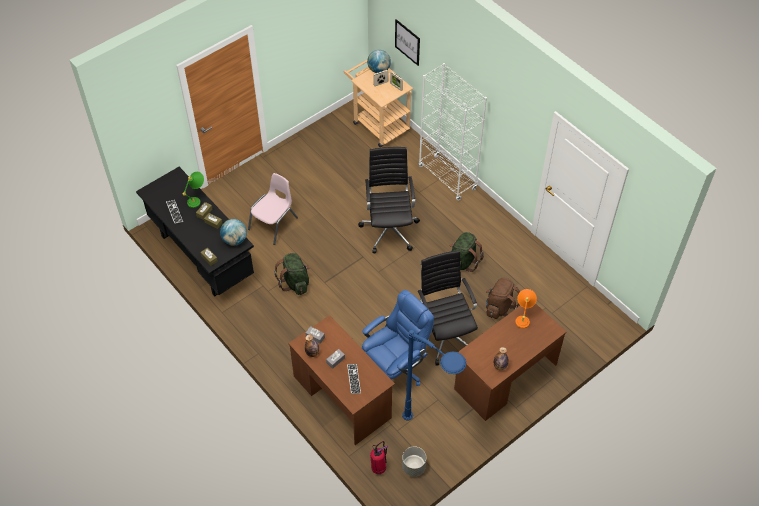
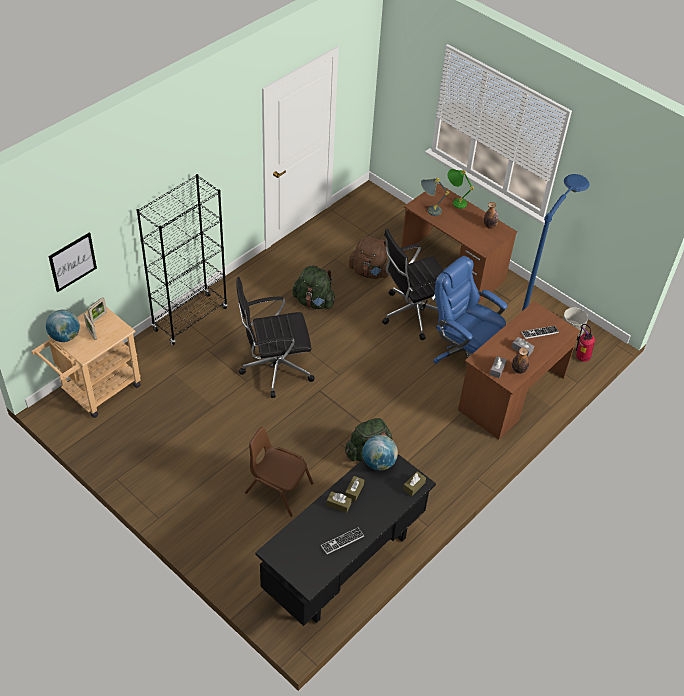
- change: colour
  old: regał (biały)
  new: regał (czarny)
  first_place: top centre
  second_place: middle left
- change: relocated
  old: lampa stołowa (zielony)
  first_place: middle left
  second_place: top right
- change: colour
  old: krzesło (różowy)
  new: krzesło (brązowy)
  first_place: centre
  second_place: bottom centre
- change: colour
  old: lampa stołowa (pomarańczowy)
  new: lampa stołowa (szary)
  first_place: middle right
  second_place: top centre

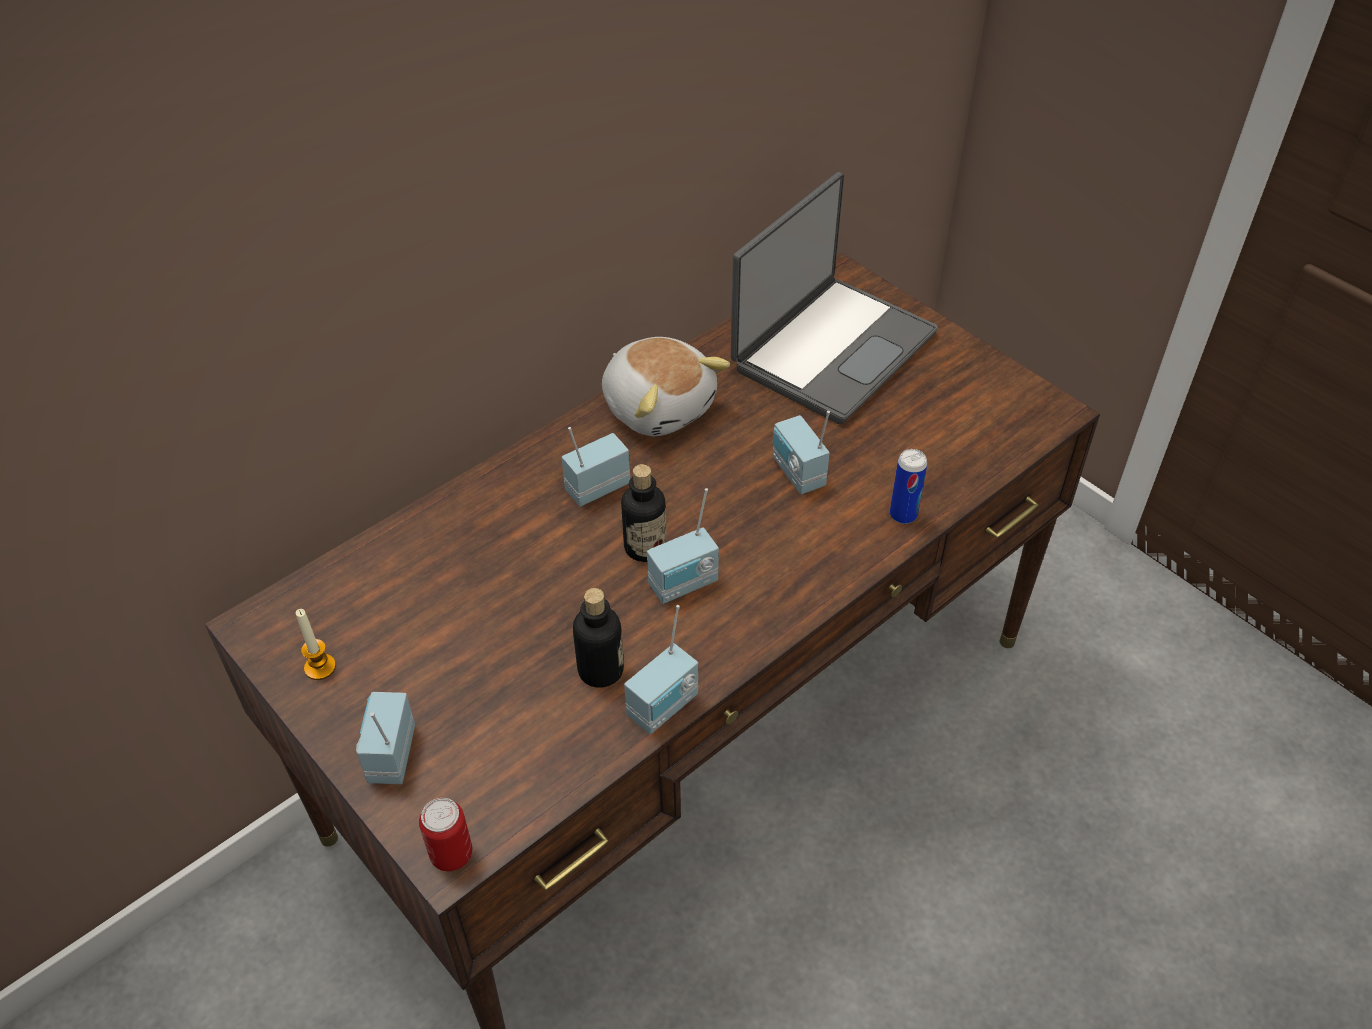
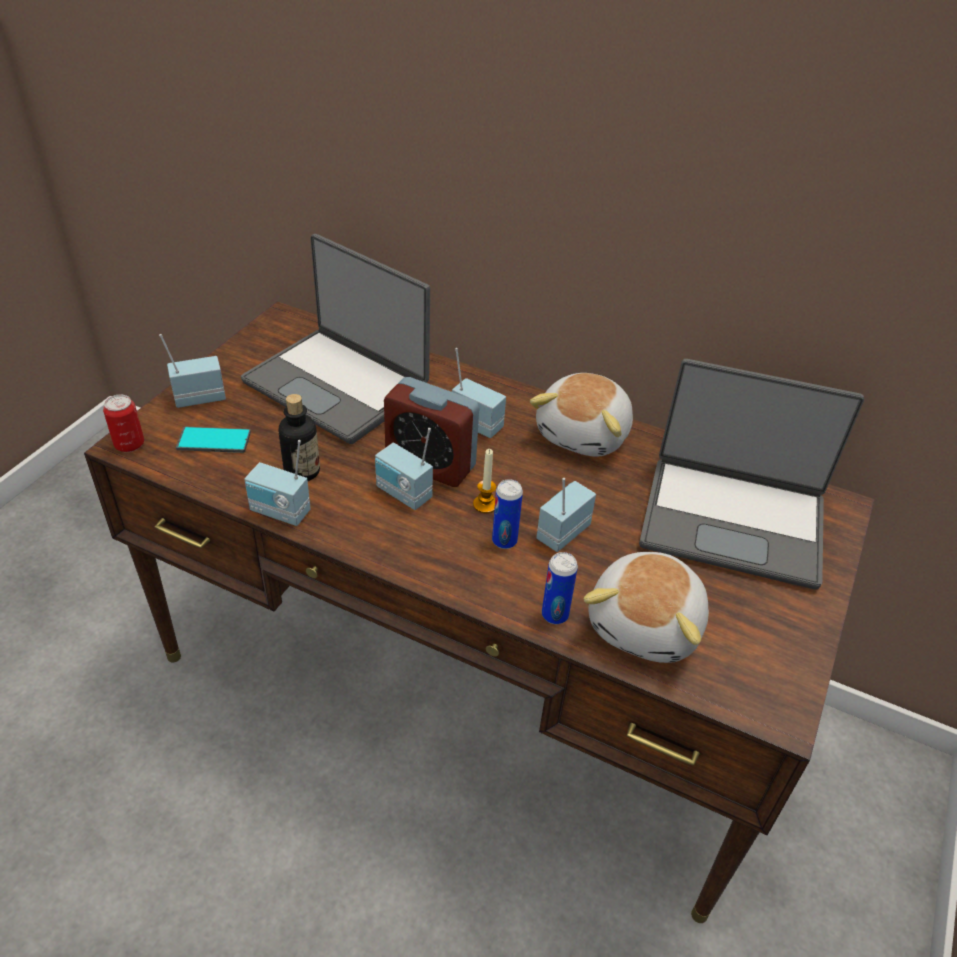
- change: exchanged
  old: butelka (no. 2 from left)
  new: budzik
  first_place: centre
  second_place: centre
- change: relocated
  old: świeca
  first_place: middle left
  second_place: centre
- change: appeared
  new: laptop (no. 1 from left)
  second_place: centre
- change: appeared
  new: telefon
  second_place: middle left
- change: appeared
  new: puszka (no. 2 from left)
  second_place: centre
- change: appeared
  new: pluszak (no. 2 from left)
  second_place: middle right

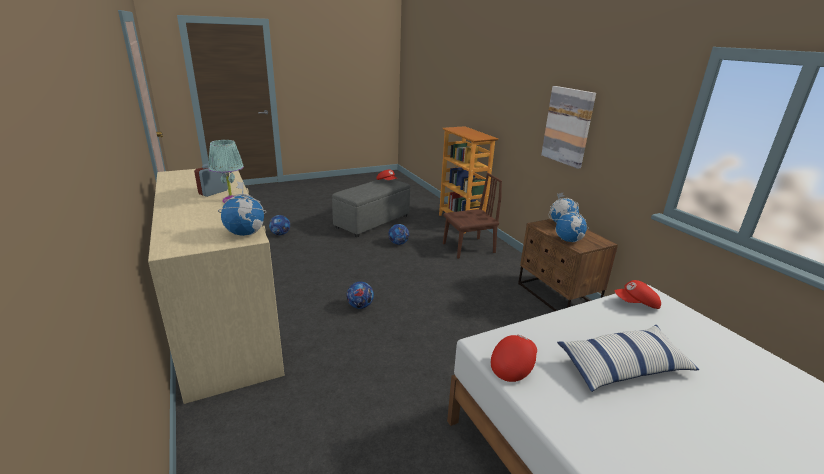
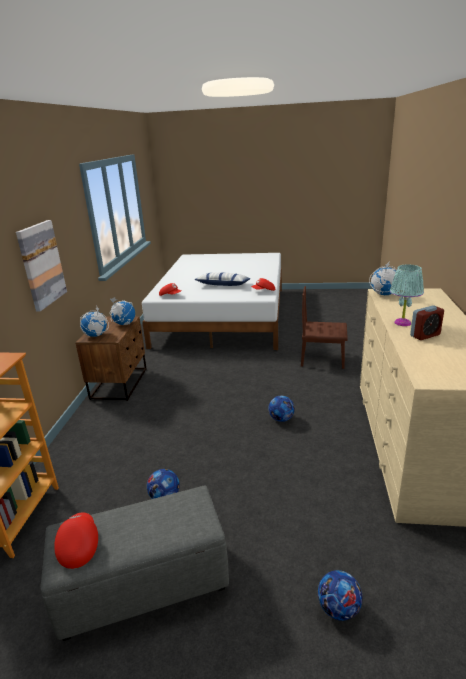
- change: relocated
  old: krzesło (brązowy)
  first_place: centre
  second_place: middle right

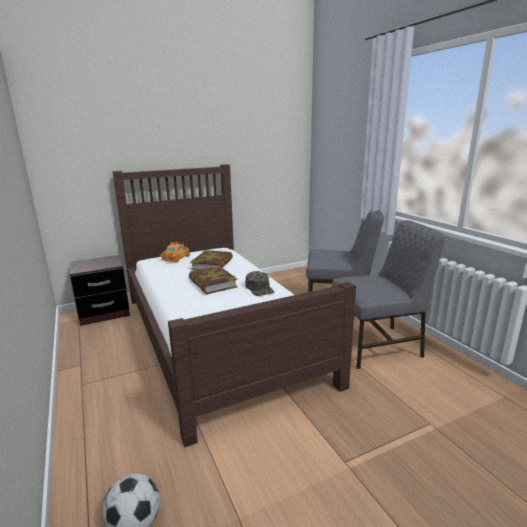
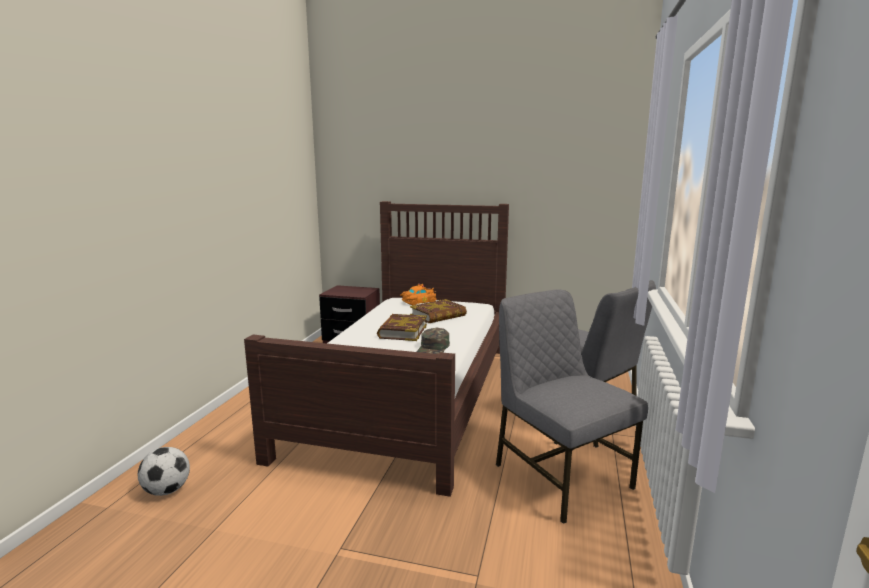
- change: spun
  old: krzesło (szary) (no. 2 from left in the first image)
  first_place: middle right
  second_place: bottom centre
  degrees: -150

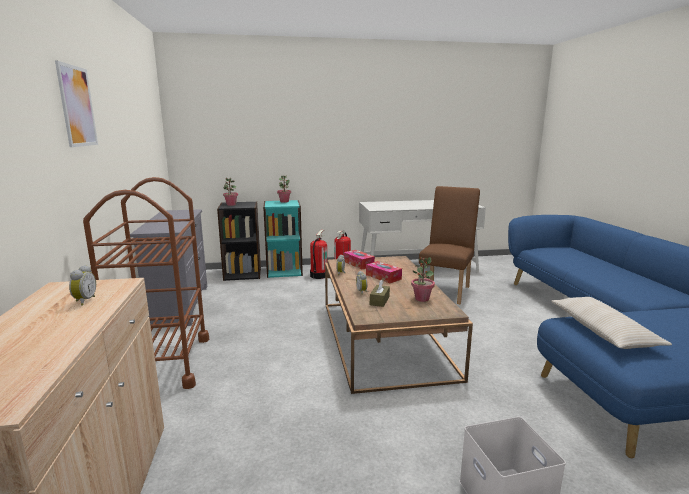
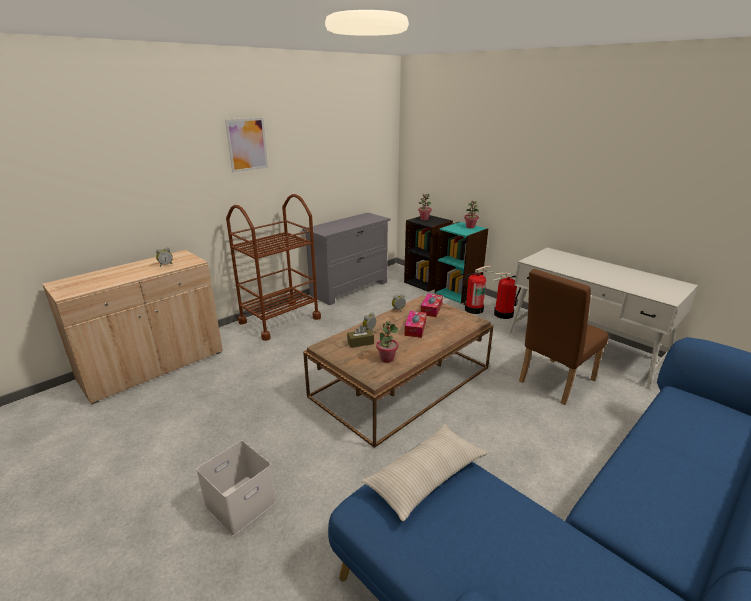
- change: spun
  old: krzesło (brązowy)
  first_place: centre
  second_place: middle right
  degrees: 150

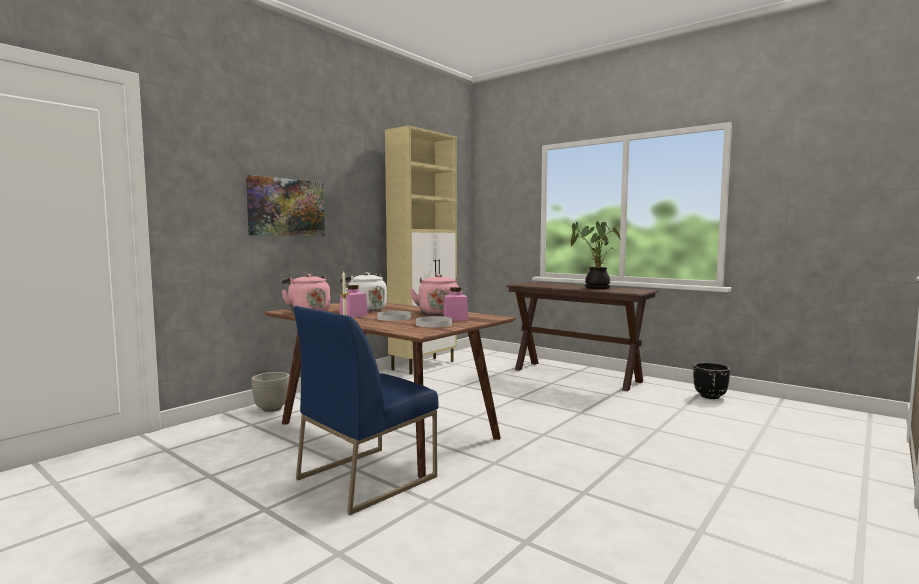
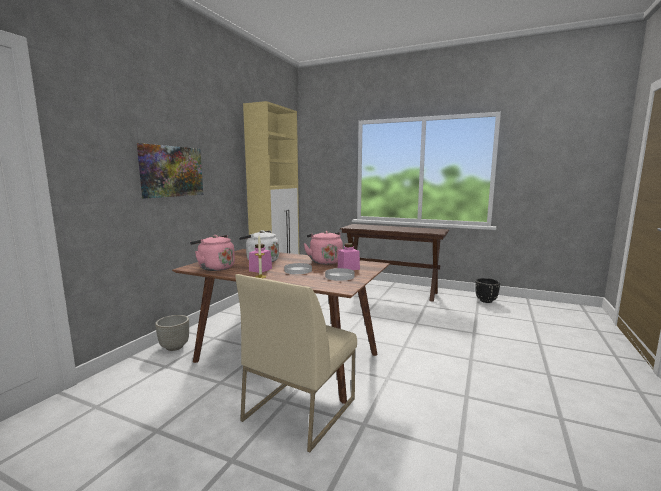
- change: missing
  old: roślina doniczkowa
  first_place: centre
- change: colour
  old: krzesło (niebieski)
  new: krzesło (beżowy)
  first_place: bottom centre
  second_place: bottom centre

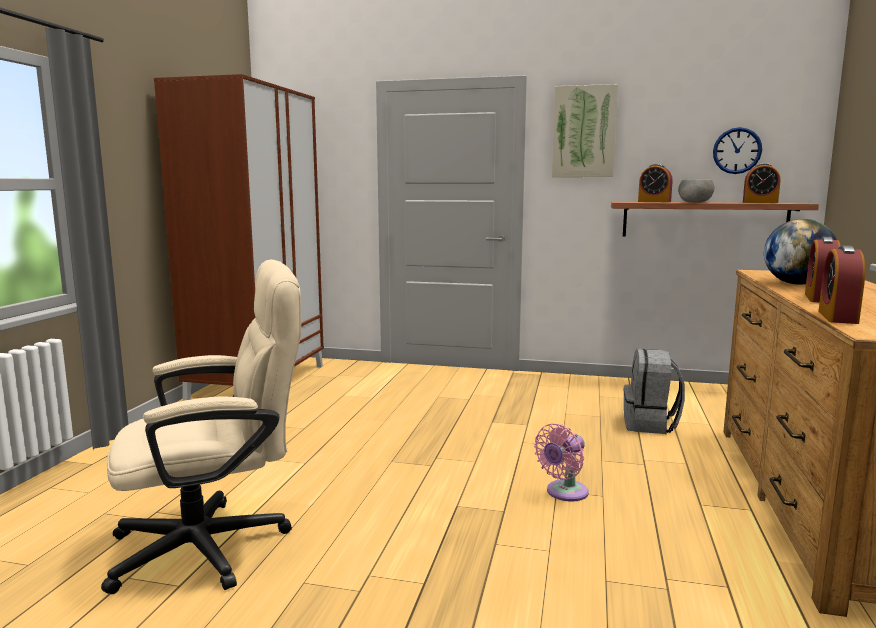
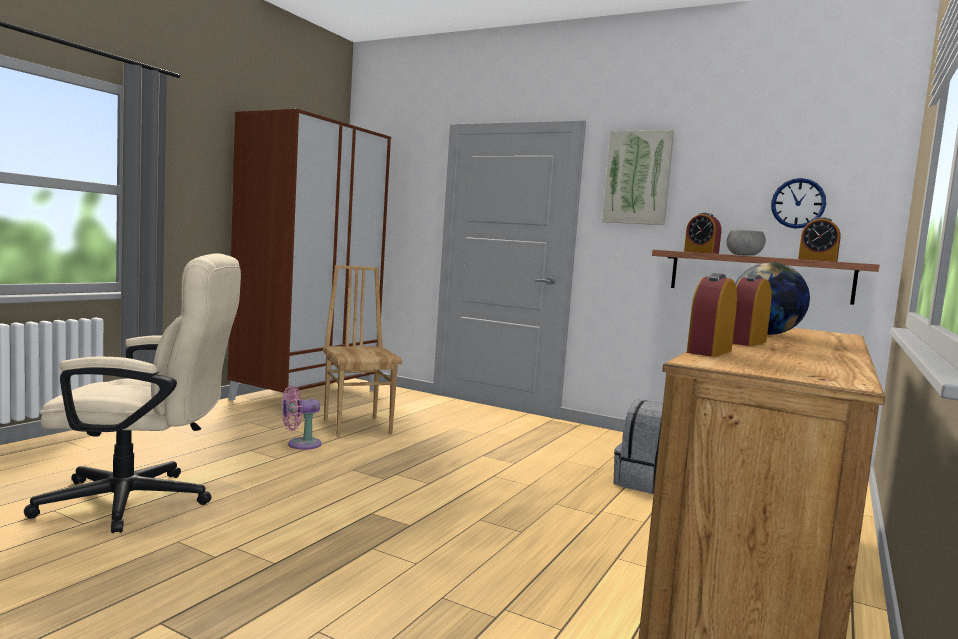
- change: relocated
  old: wentylator (różowy)
  first_place: bottom centre
  second_place: middle left
- change: appeared
  new: krzesło (brązowy)
  second_place: centre

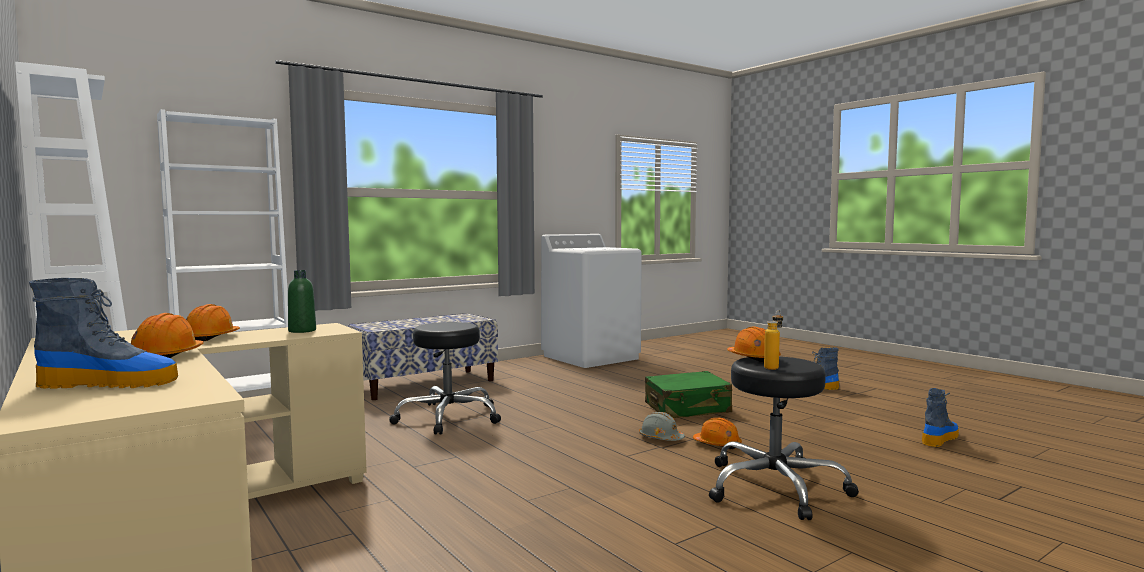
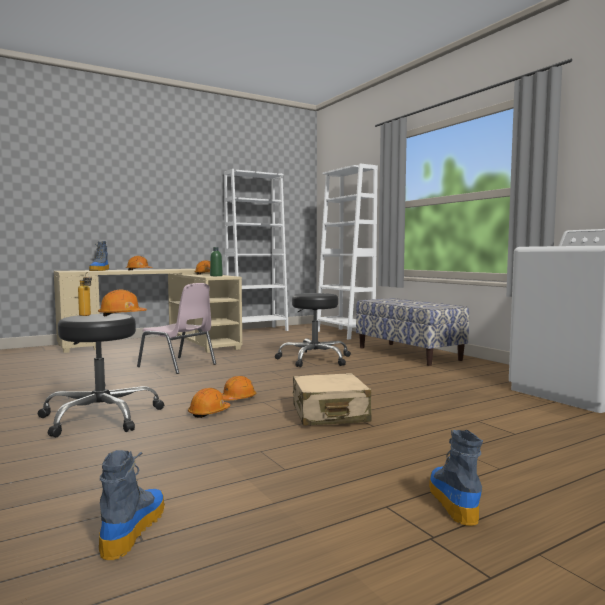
- change: colour
  old: walizka (zielony)
  new: walizka (beżowy)
  first_place: bottom centre
  second_place: centre
- change: spun
  old: but z cholewką (no. 3 from left in the first image)
  first_place: bottom right
  second_place: bottom left
  degrees: -135
- change: colour
  old: kask (szary)
  new: kask (pomarańczowy) (no. 5 from left)
  first_place: bottom centre
  second_place: centre
- change: appeared
  new: krzesło (różowy)
  second_place: middle left

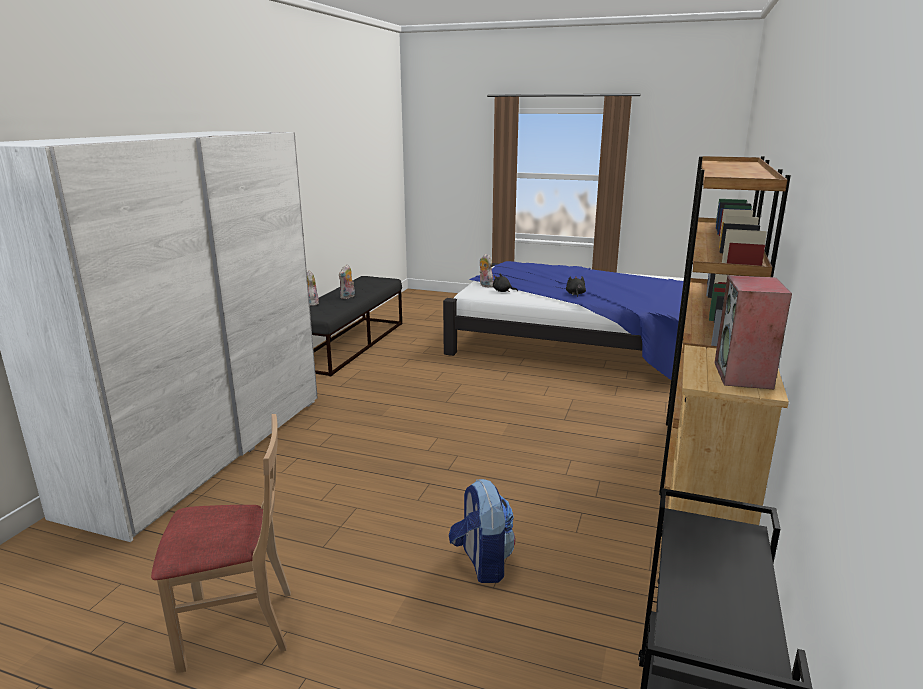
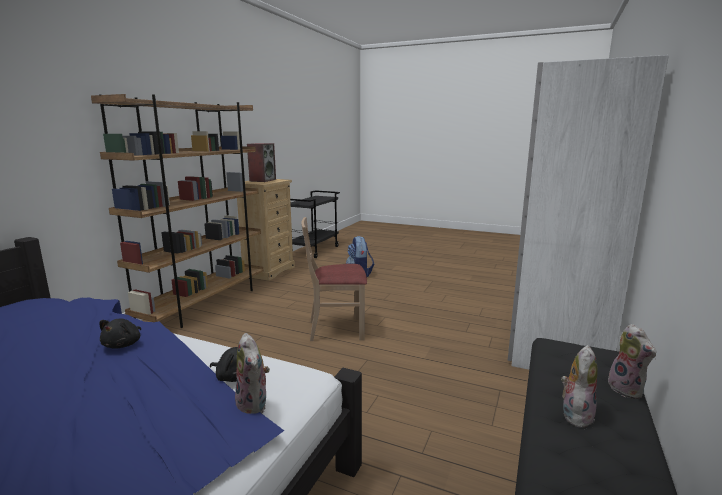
- change: relocated
  old: krzesło (beżowy)
  first_place: bottom left
  second_place: centre

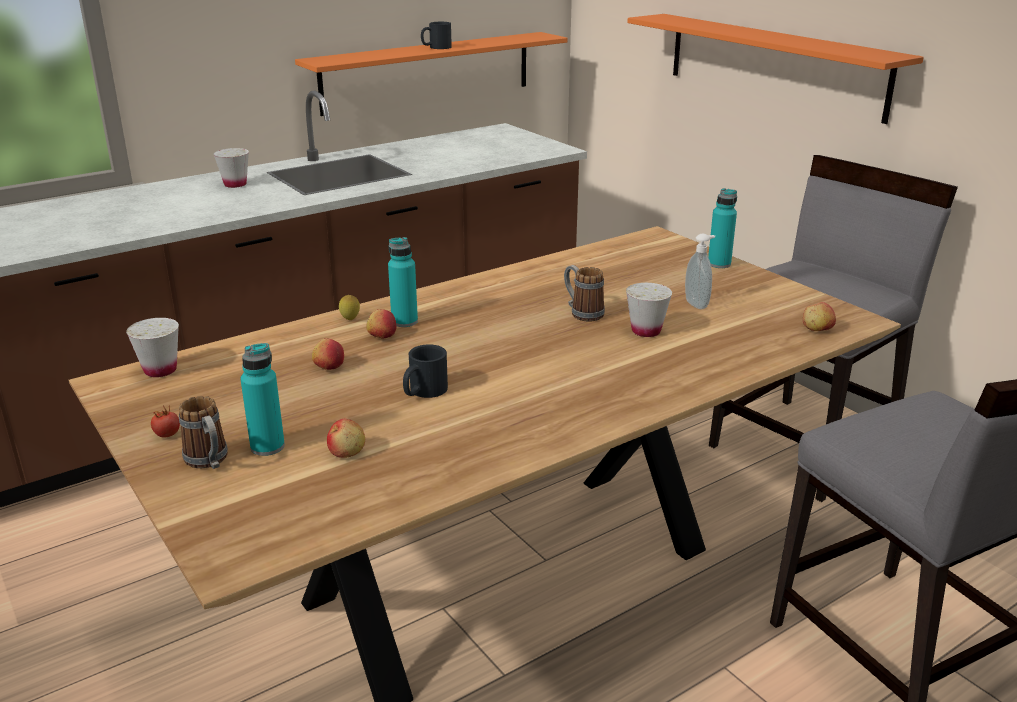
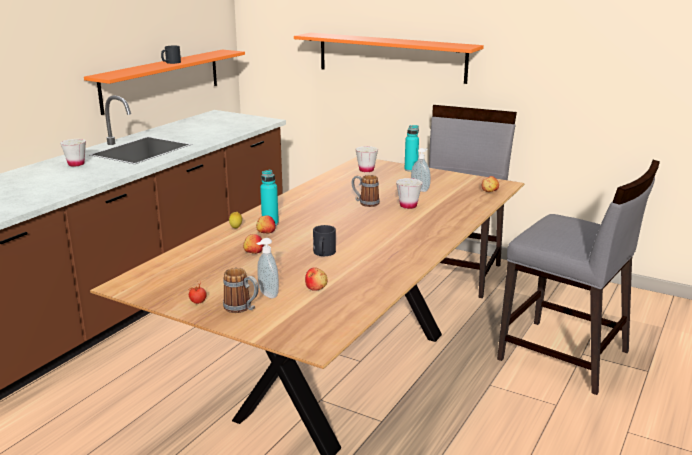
- change: relocated
  old: filiżanka (biały) (no. 1 from left in the first image)
  new: filiżanka (biały) (no. 2 from left)
  first_place: middle left
  second_place: centre
- change: exchanged
  old: butelka (turkusowy) (no. 1 from left)
  new: dozownik mydła (no. 1 from left)
  first_place: middle left
  second_place: centre

